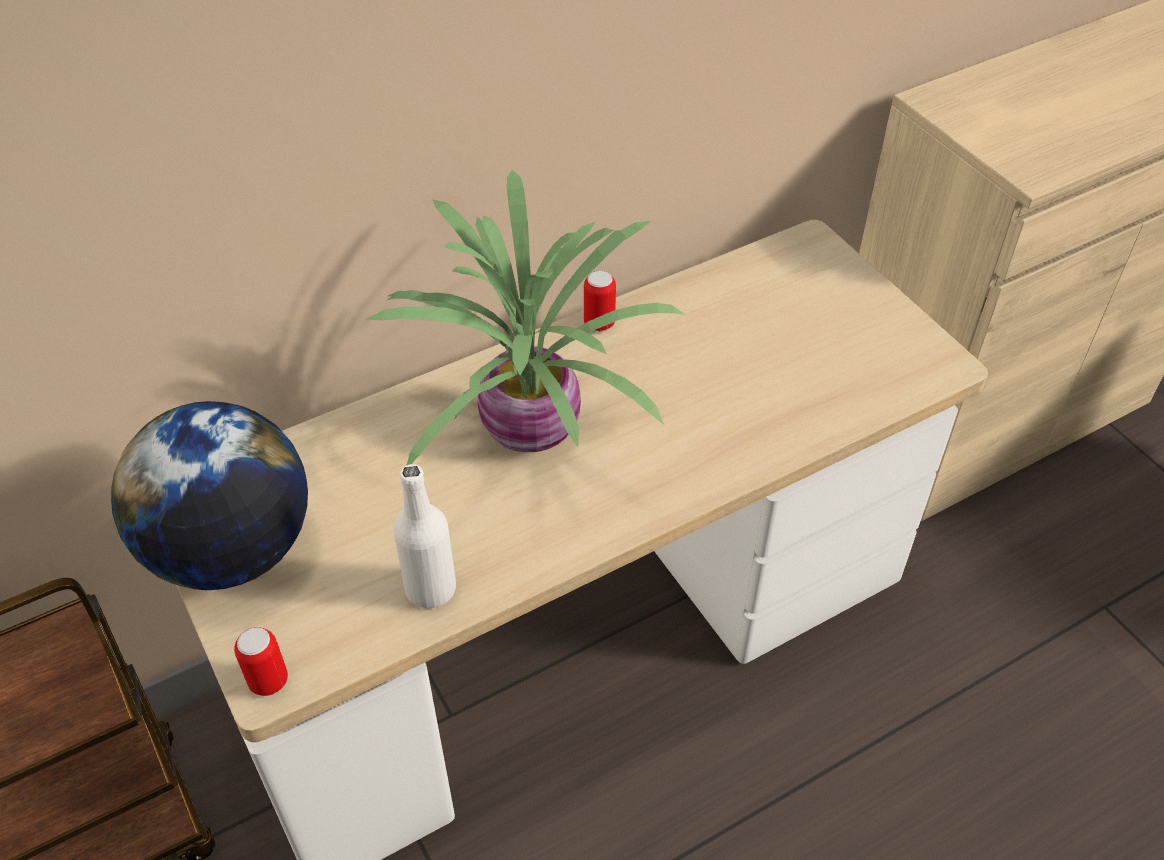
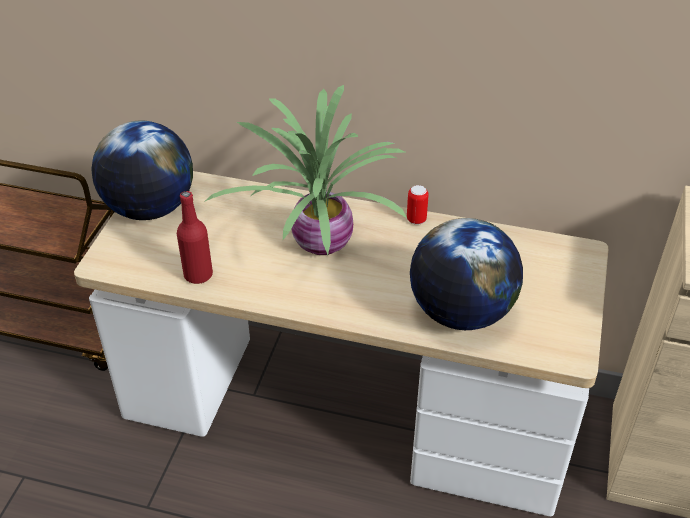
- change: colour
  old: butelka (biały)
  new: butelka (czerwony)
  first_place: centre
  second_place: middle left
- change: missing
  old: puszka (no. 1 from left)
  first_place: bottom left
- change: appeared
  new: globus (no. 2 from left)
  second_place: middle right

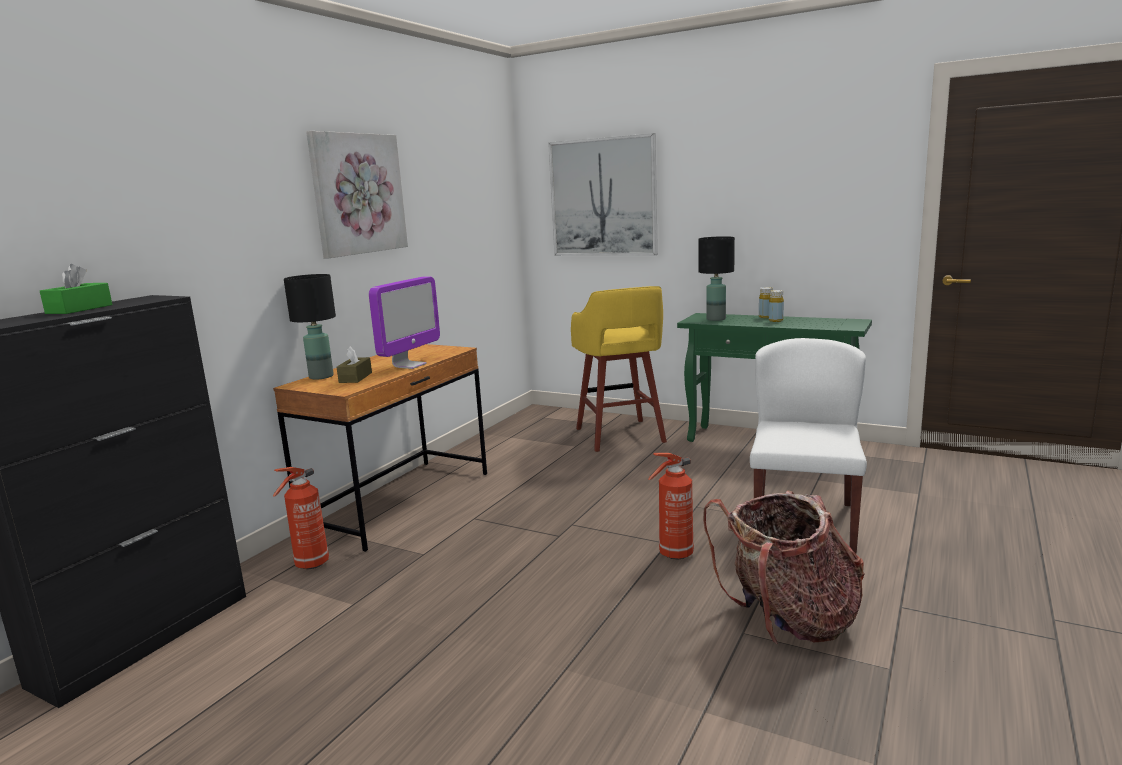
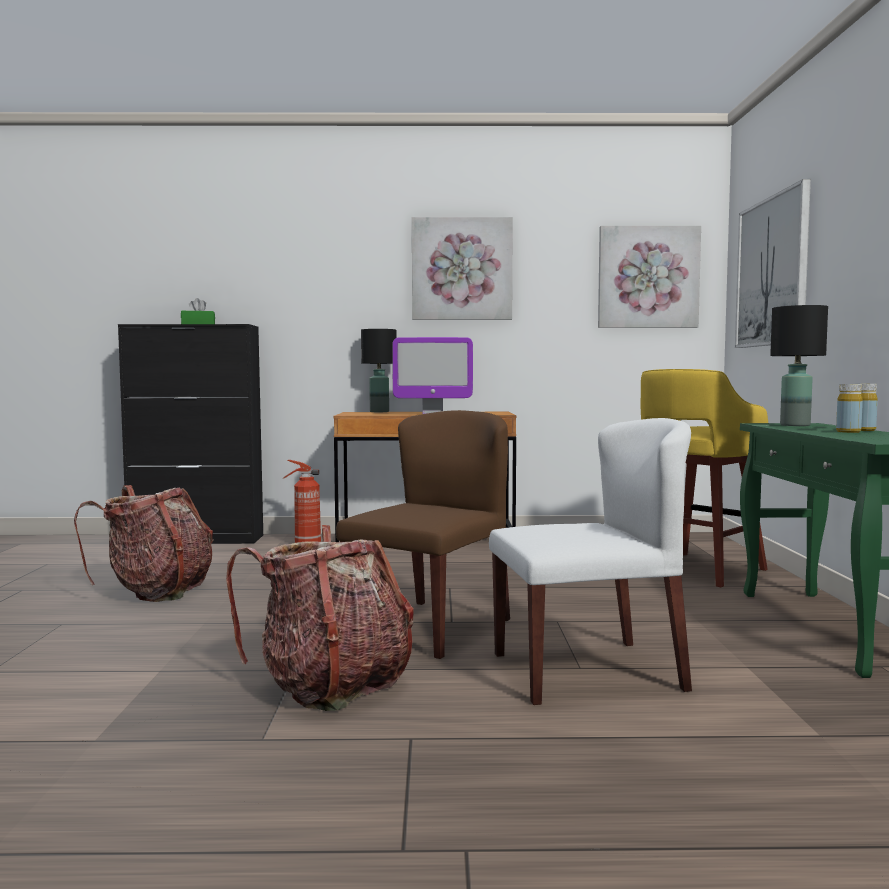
- change: missing
  old: pudełko chusteczek (brązowy)
  first_place: middle left
- change: exchanged
  old: gaśnica (no. 2 from left)
  new: krzesło (brązowy)
  first_place: centre
  second_place: centre
- change: appeared
  new: obraz (no. 2 from left)
  second_place: top right
- change: appeared
  new: plecak (no. 1 from left)
  second_place: middle left

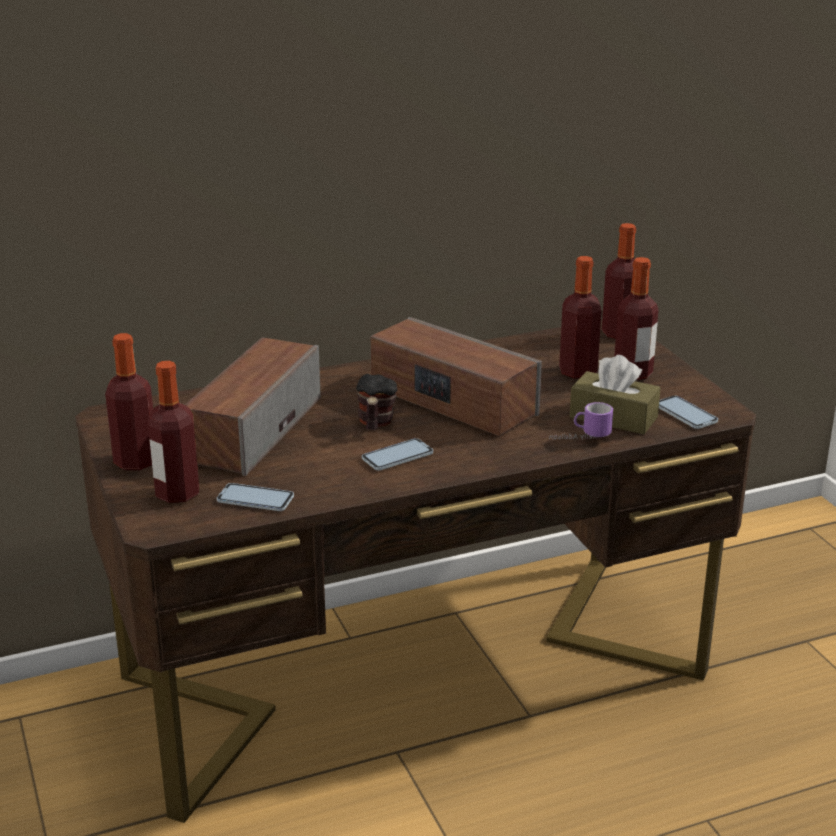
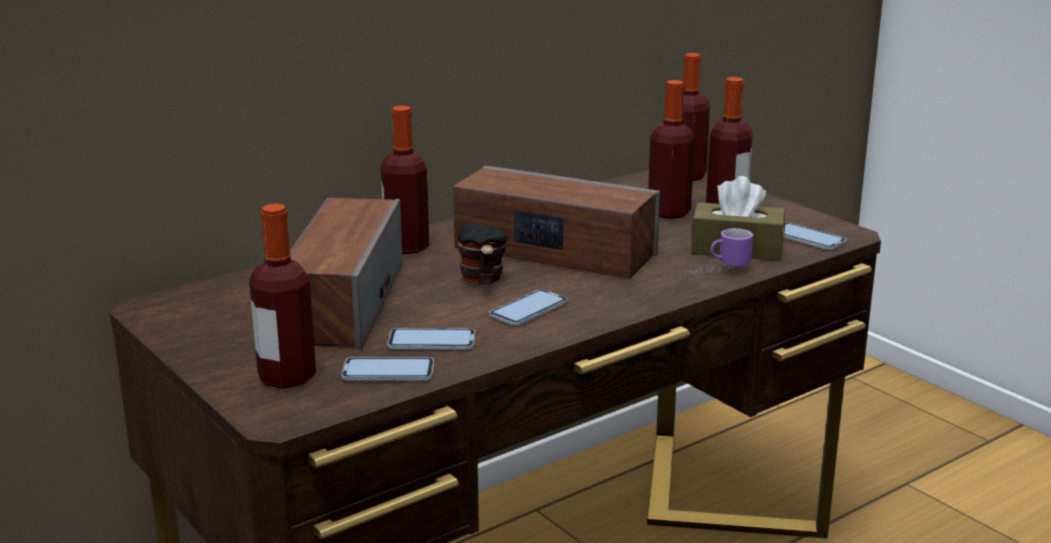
- change: relocated
  old: butelka (no. 1 from left in the first image)
  new: butelka (no. 2 from left)
  first_place: middle left
  second_place: top centre
- change: appeared
  new: telefon (no. 2 from left)
  second_place: centre

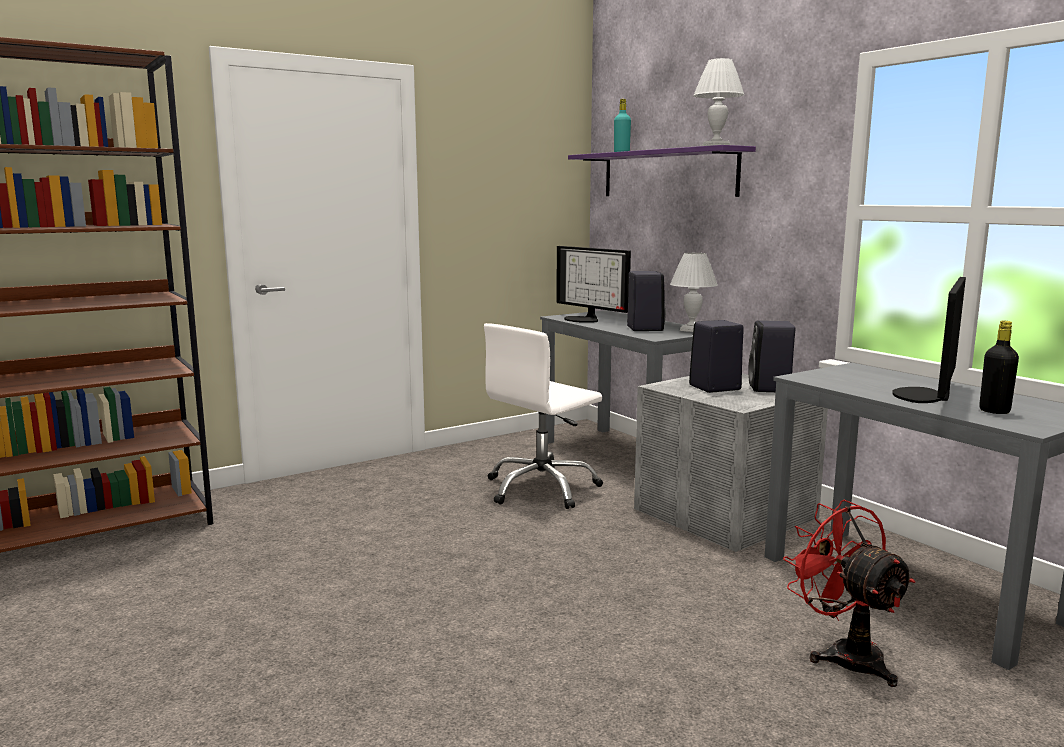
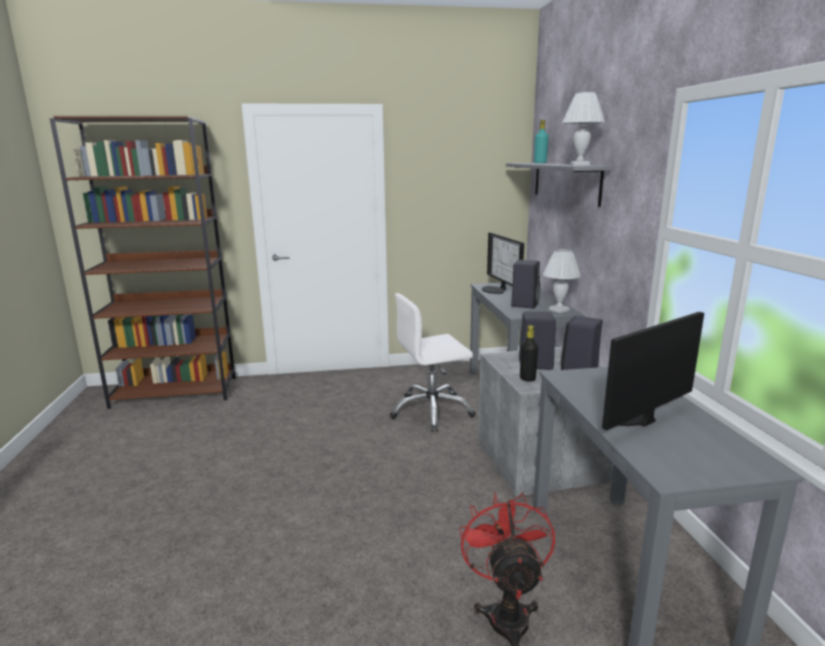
- change: colour
  old: półka (fioletowy)
  new: półka (szary)
  first_place: top centre
  second_place: top right
- change: relocated
  old: butelka (czarny)
  first_place: middle right
  second_place: centre

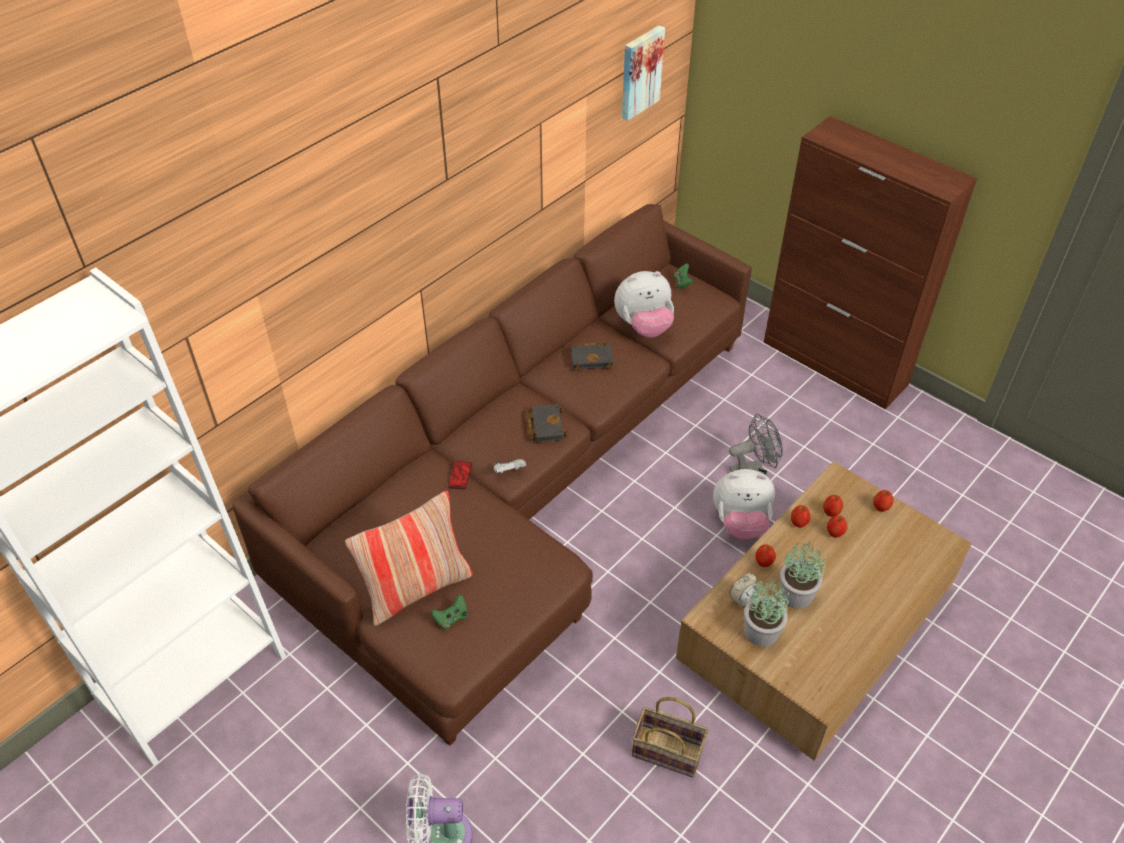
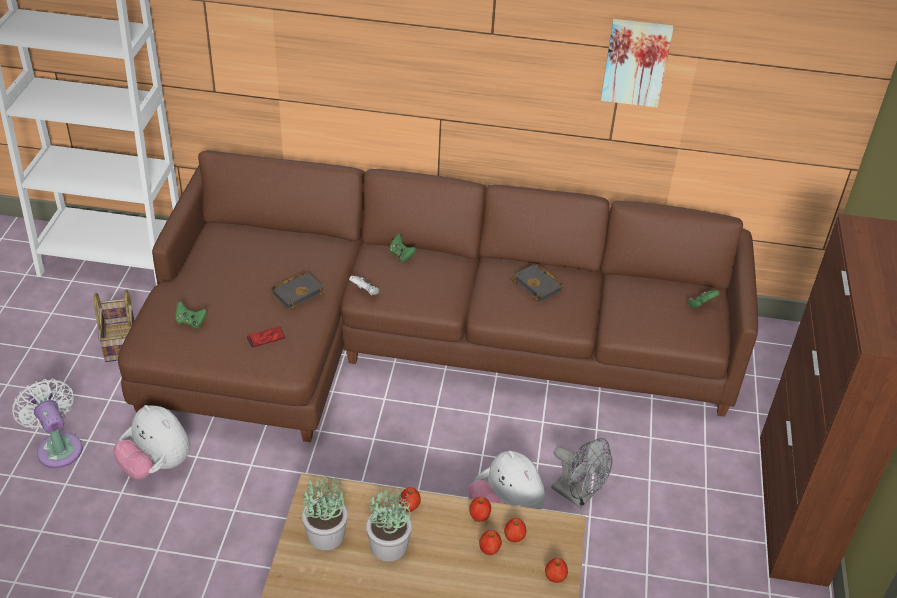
- change: relocated
  old: obraz
  first_place: top centre
  second_place: top right
- change: relocated
  old: pluszak (no. 1 from left)
  first_place: centre
  second_place: bottom left
- change: relocated
  old: książka (czarny) (no. 1 from left)
  first_place: centre
  second_place: middle left
- change: relocated
  old: telefon
  first_place: centre
  second_place: middle left
- change: missing
  old: poduszka
  first_place: centre
- change: missing
  old: budzik
  first_place: bottom centre
- change: relocated
  old: koszyk
  first_place: bottom centre
  second_place: middle left
- change: appeared
  new: pad do gier (zielony) (no. 2 from left)
  second_place: centre

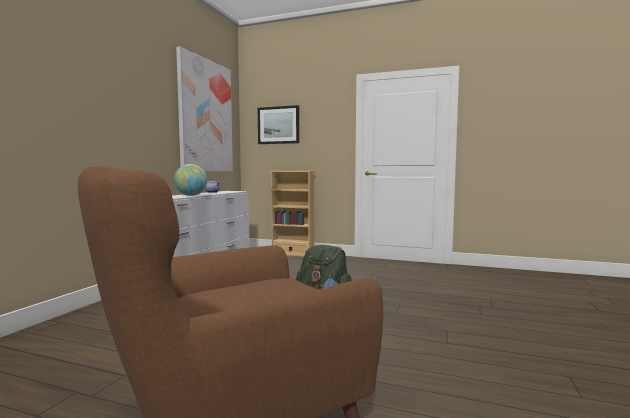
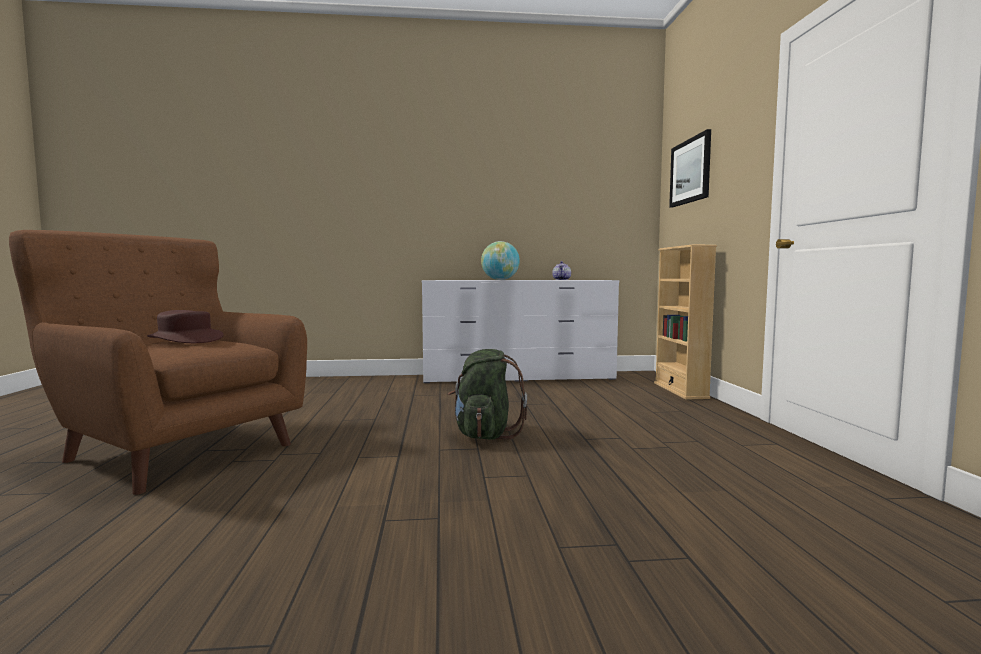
- change: missing
  old: obraz (no. 1 from left)
  first_place: top left
- change: appeared
  new: kapelusz (brązowy)
  second_place: middle left

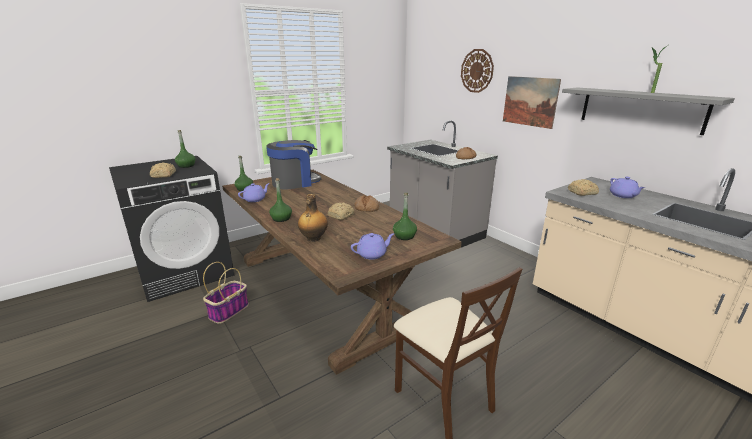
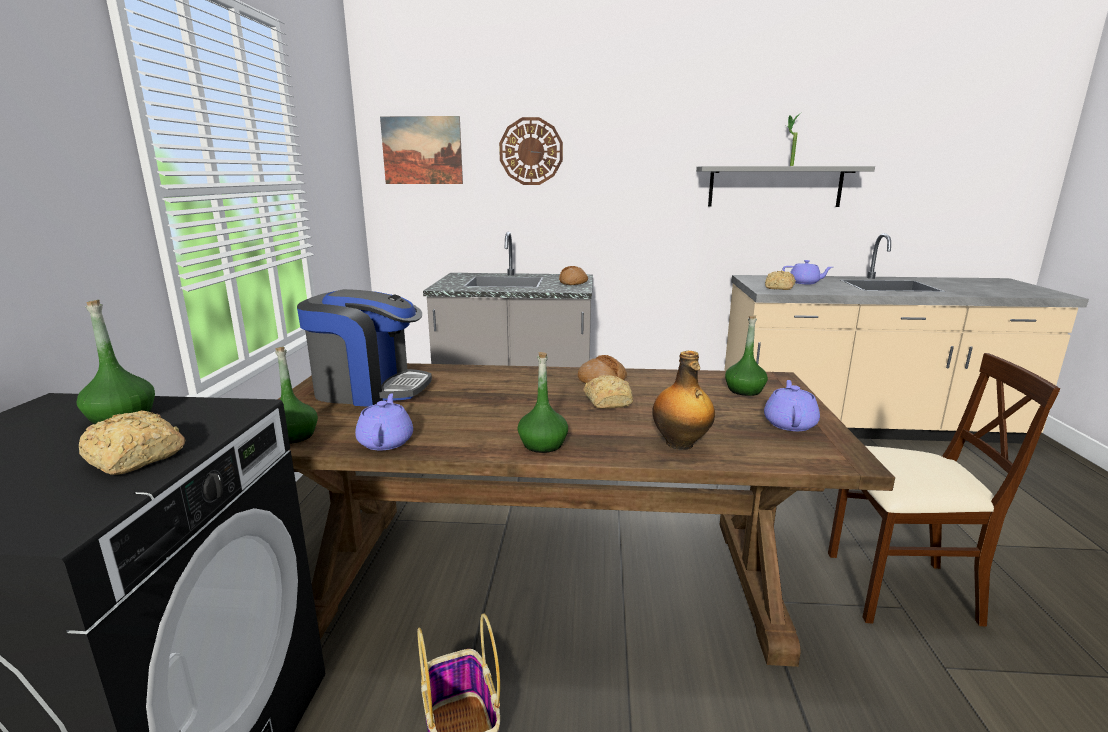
- change: relocated
  old: obraz
  first_place: top right
  second_place: top centre
- change: spun
  old: ekspres do kawy
  first_place: centre
  second_place: middle left
  degrees: 90

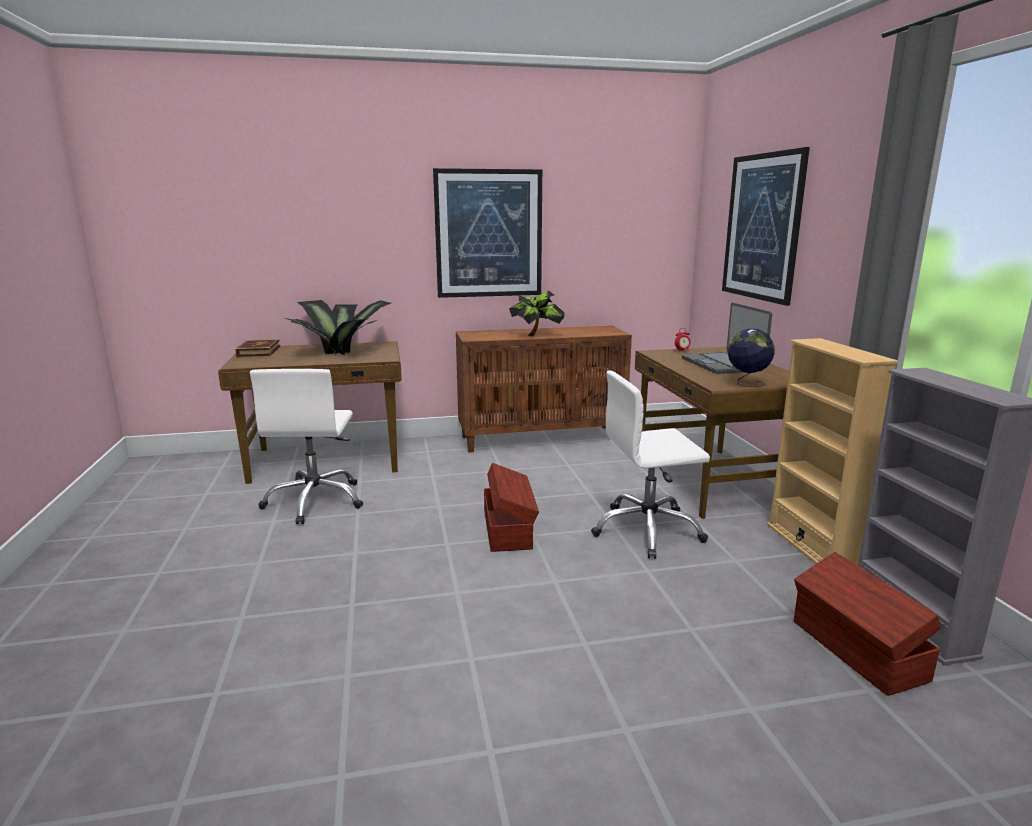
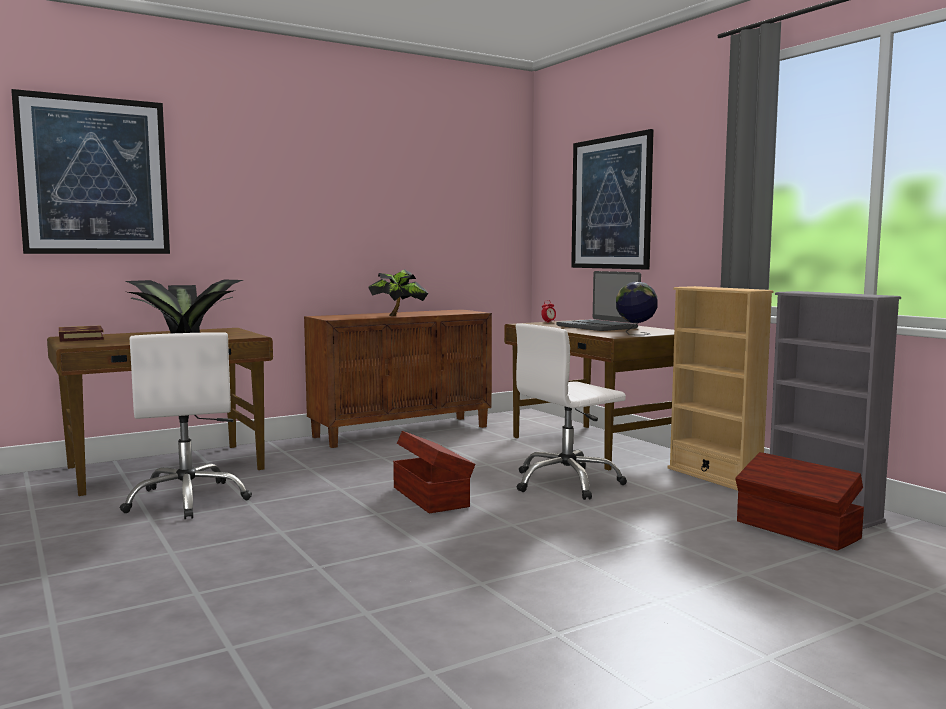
- change: relocated
  old: obraz (no. 1 from left)
  first_place: top centre
  second_place: top left

